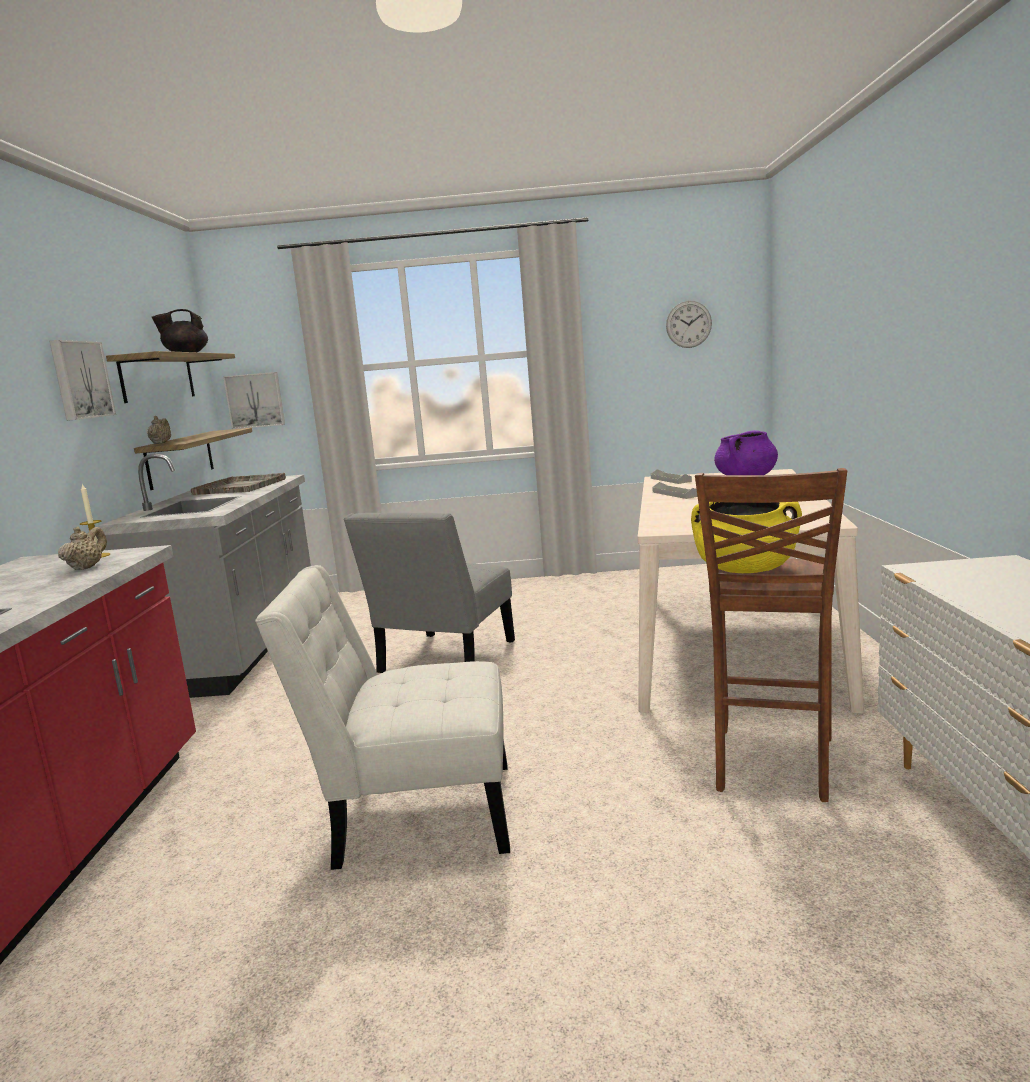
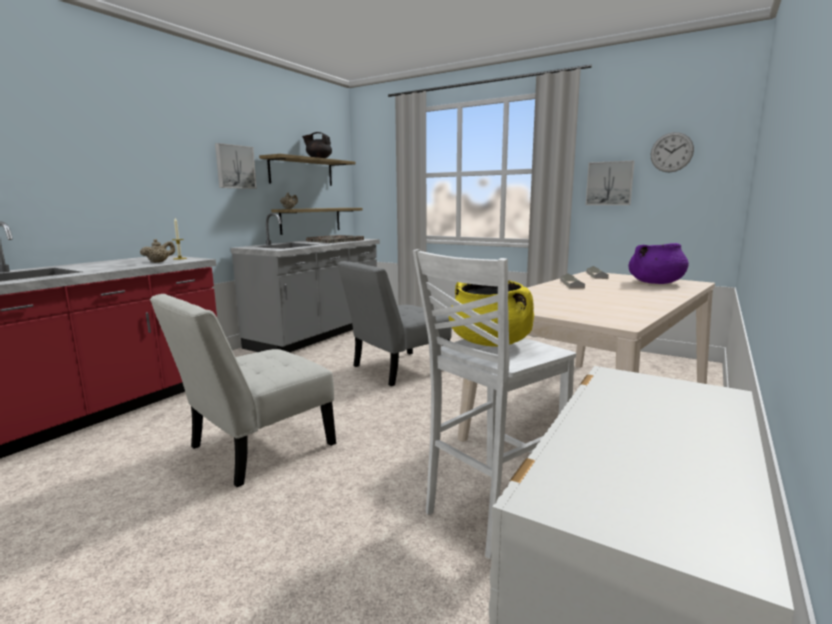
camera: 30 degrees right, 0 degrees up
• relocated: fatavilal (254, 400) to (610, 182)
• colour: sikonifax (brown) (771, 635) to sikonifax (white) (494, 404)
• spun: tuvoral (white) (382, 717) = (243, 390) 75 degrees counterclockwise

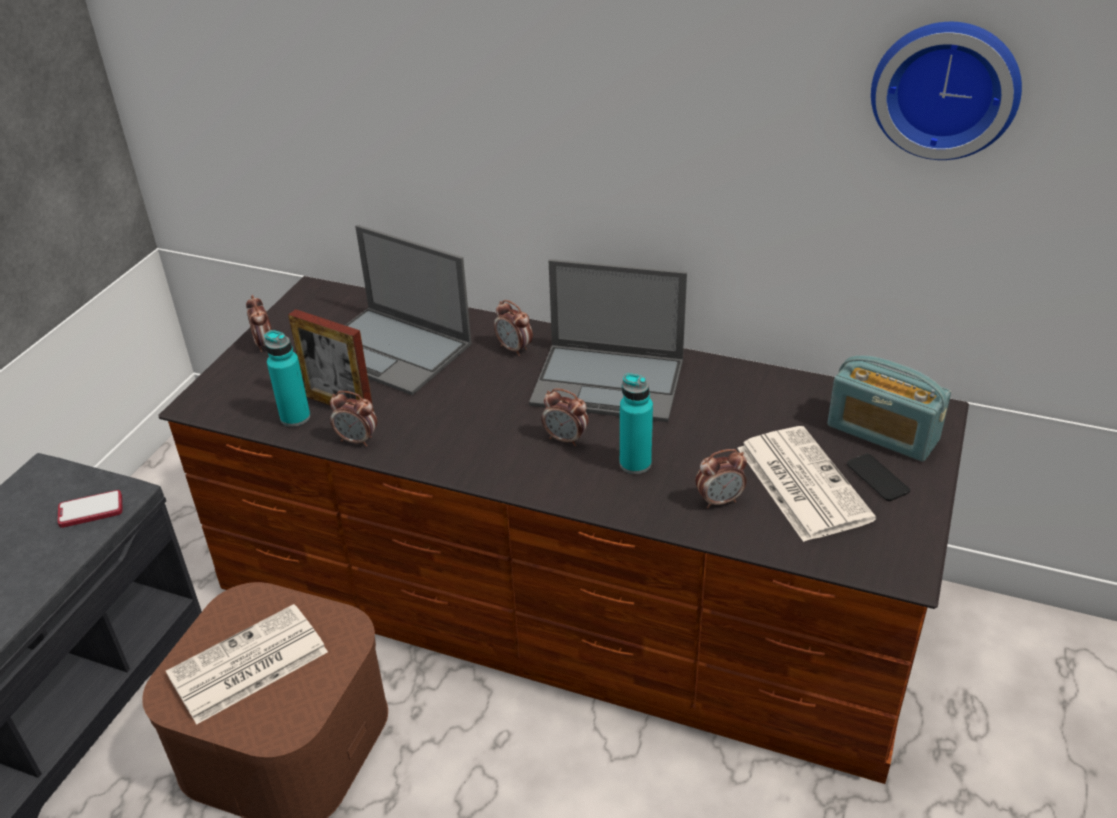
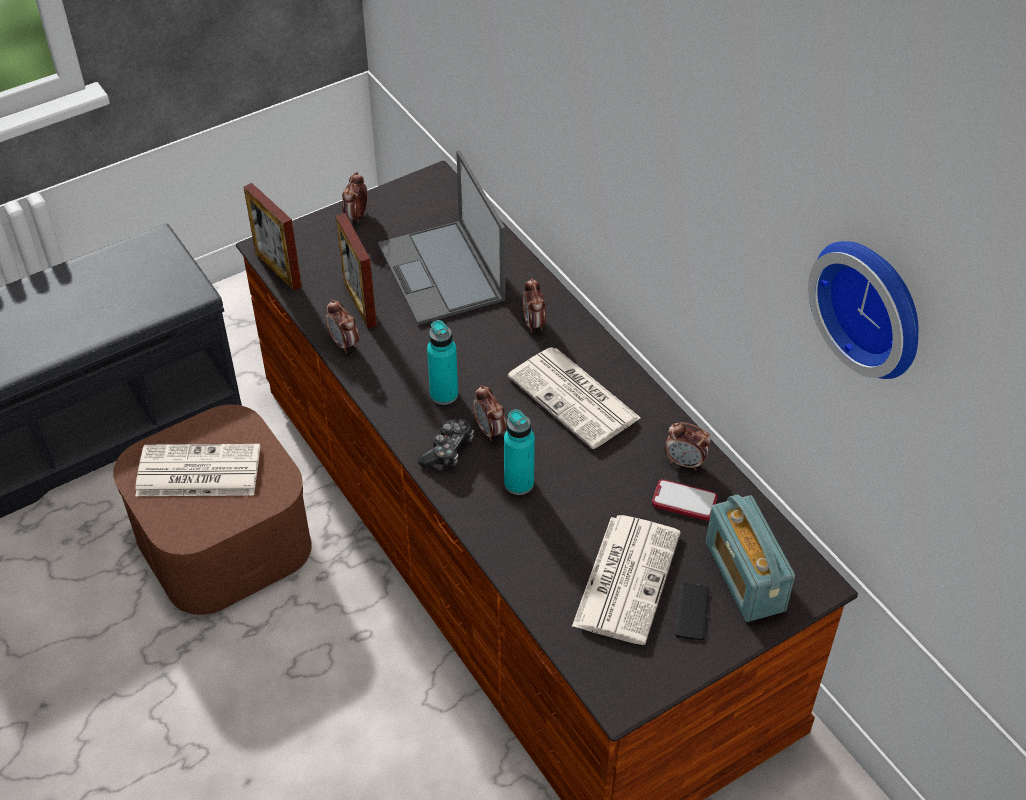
camera: 35 degrees right, 10 degrees up
• exchanged: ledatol (608, 340) to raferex (574, 398)
• relocated: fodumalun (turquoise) (287, 378) to (442, 362)
• relocated: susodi (721, 478) to (688, 446)
• relocated: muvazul (90, 509) to (684, 500)
• appeared: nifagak (273, 237)
• appeared: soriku (446, 443)

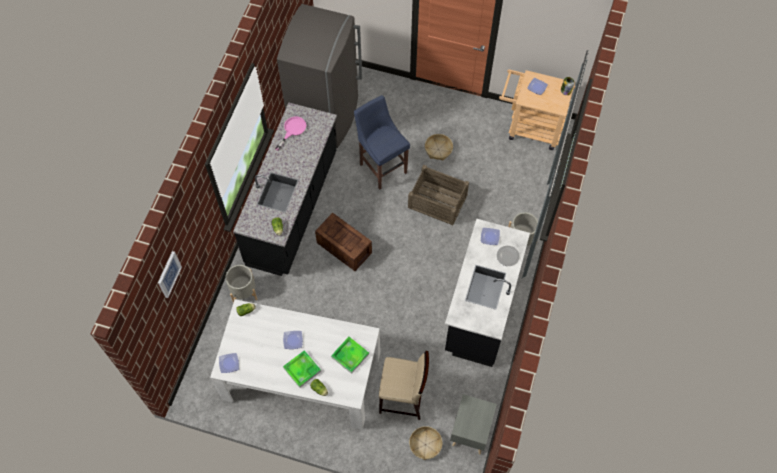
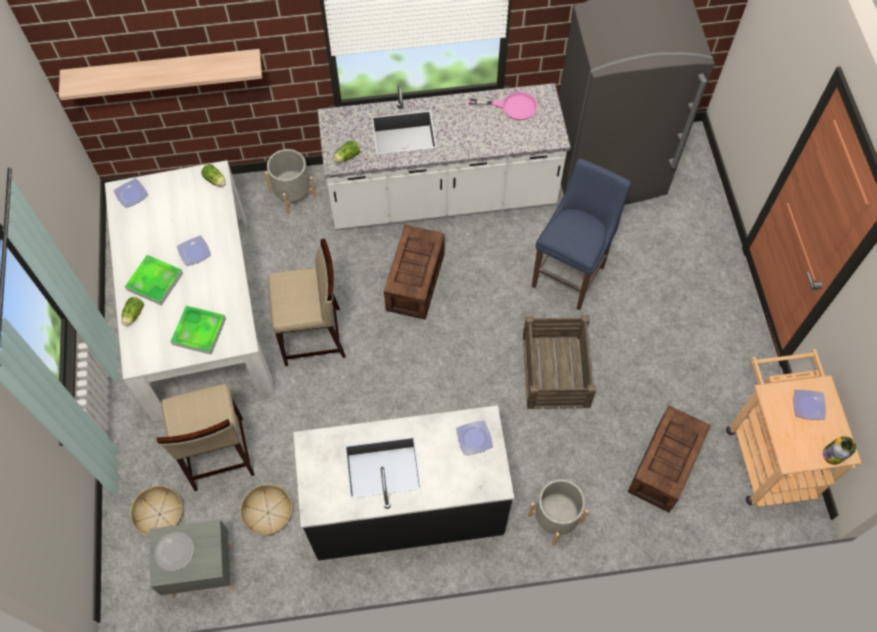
camera: 65 degrees right, 0 degrees up
• colour: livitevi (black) (285, 189) to livitevi (white) (444, 156)
• relocated: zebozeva (439, 147) to (266, 510)
• relocated: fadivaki (508, 256) to (174, 551)
• missing: fatavilal (170, 274)
• appeared: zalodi (160, 74)
• appeared: sikonifax (beige) (307, 302)
• appeared: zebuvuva (669, 459)

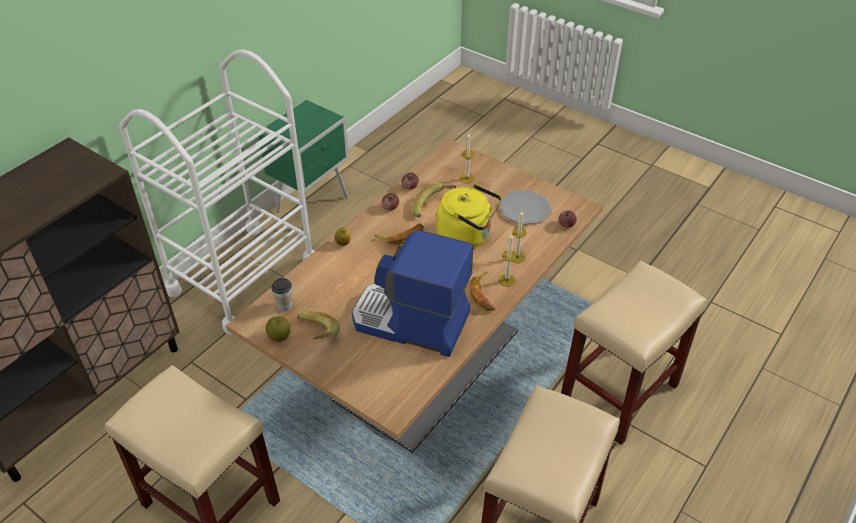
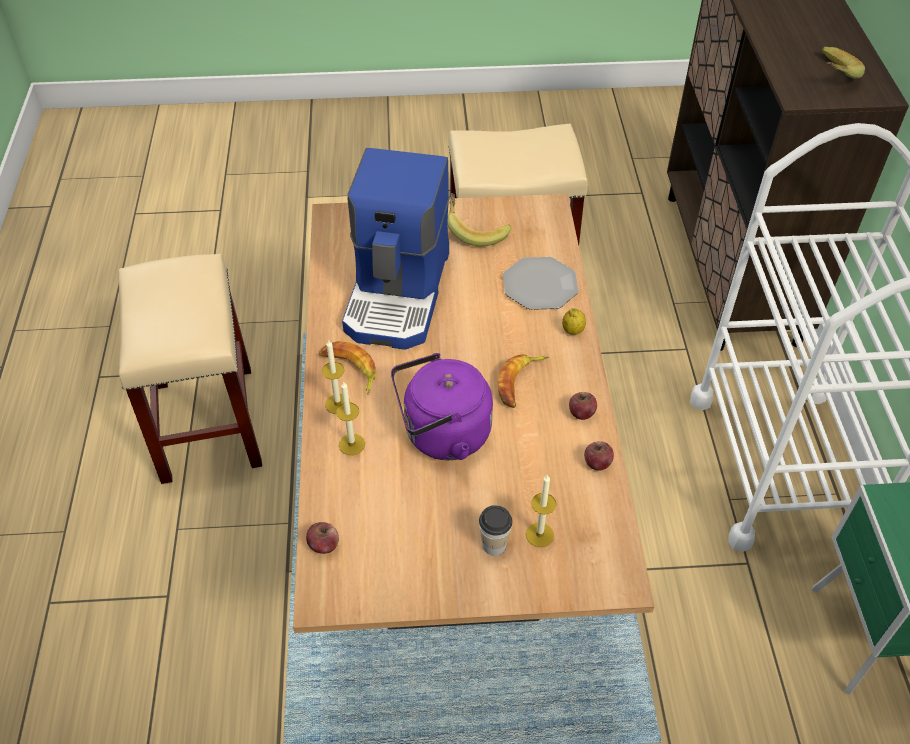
camera: 140 degrees right, 5 degrees up
• relocated: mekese (434, 200) to (843, 63)
• colour: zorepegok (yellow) (469, 216) to zorepegok (purple) (442, 406)
• relocated: fadivaki (526, 207) to (541, 283)
• spun: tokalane (412, 293) = (396, 249) 120 degrees clockwise
• missing: sikonifax (beige) (634, 353)
• relocated: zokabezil (281, 294) to (495, 530)
• missing: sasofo (277, 329)

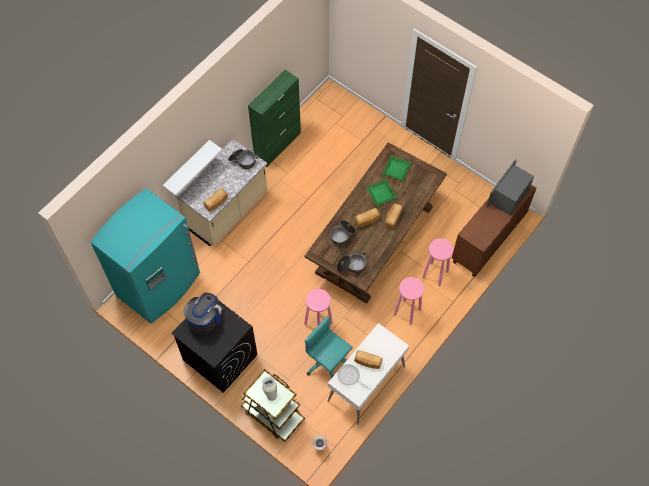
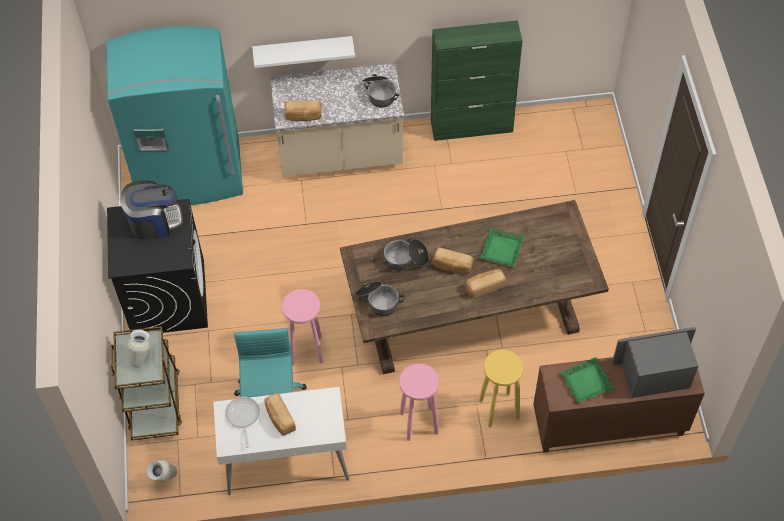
camera: 45 degrees right, 5 degrees down
• relocated: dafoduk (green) (397, 168) to (587, 380)
• colour: sikonifax (pink) (437, 262) to sikonifax (yellow) (501, 389)

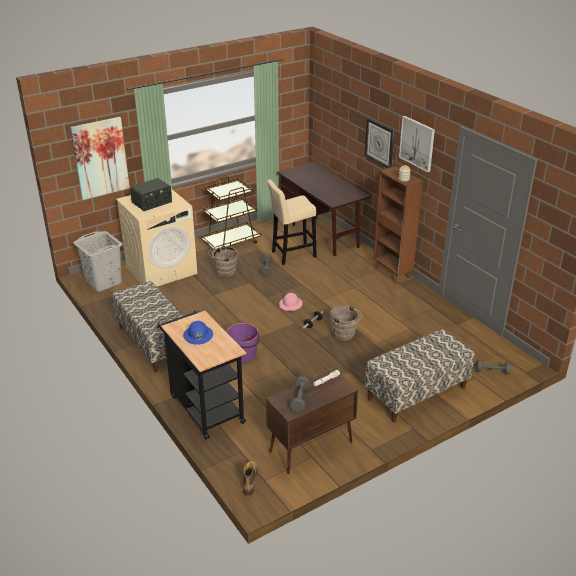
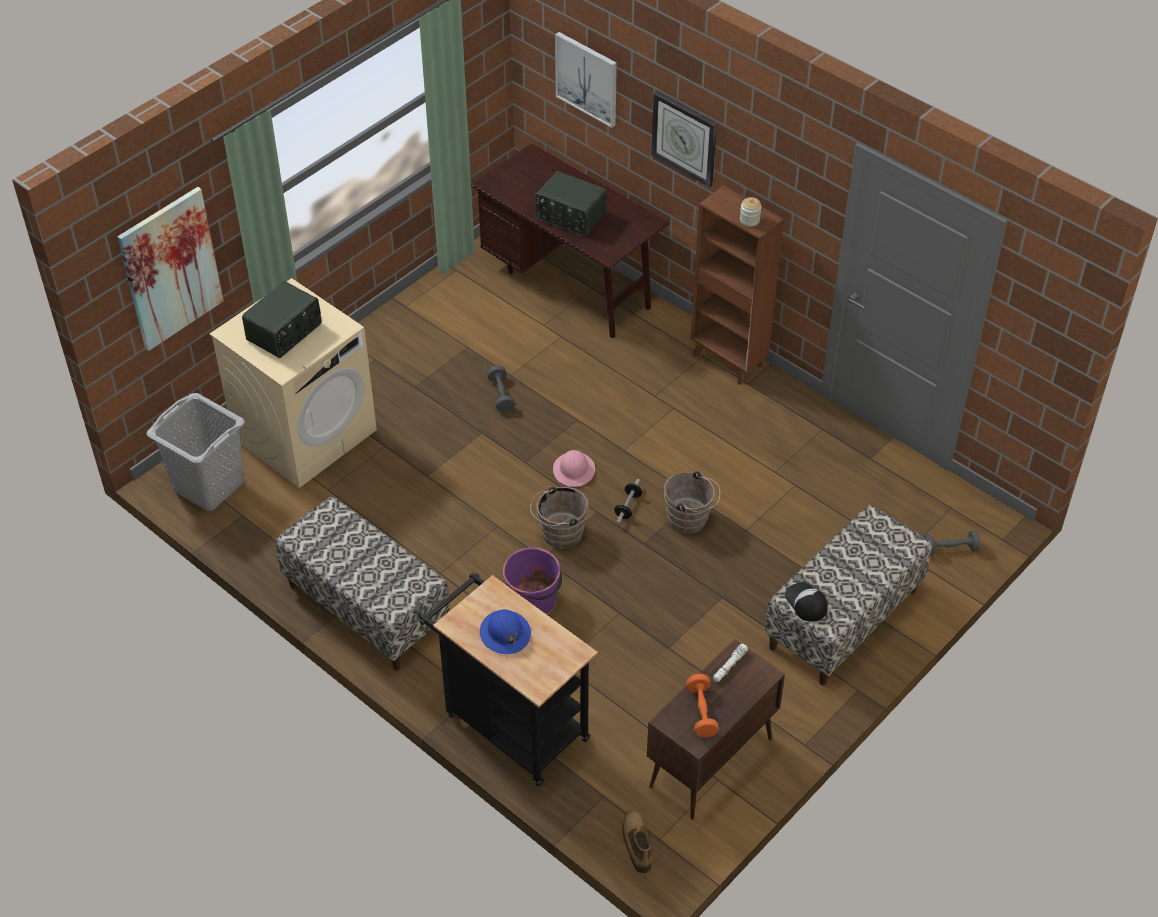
camera: 15 degrees left, 15 degrees up
• relocated: fatavilal (417, 144) to (586, 80)
• missing: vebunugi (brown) (231, 213)
• missing: sikonifax (beige) (292, 222)
• relocated: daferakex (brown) (223, 261) to (559, 518)
• colour: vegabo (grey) (300, 394) to vegabo (orange) (702, 706)
• appeared: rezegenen (571, 204)
• appeared: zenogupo (806, 602)

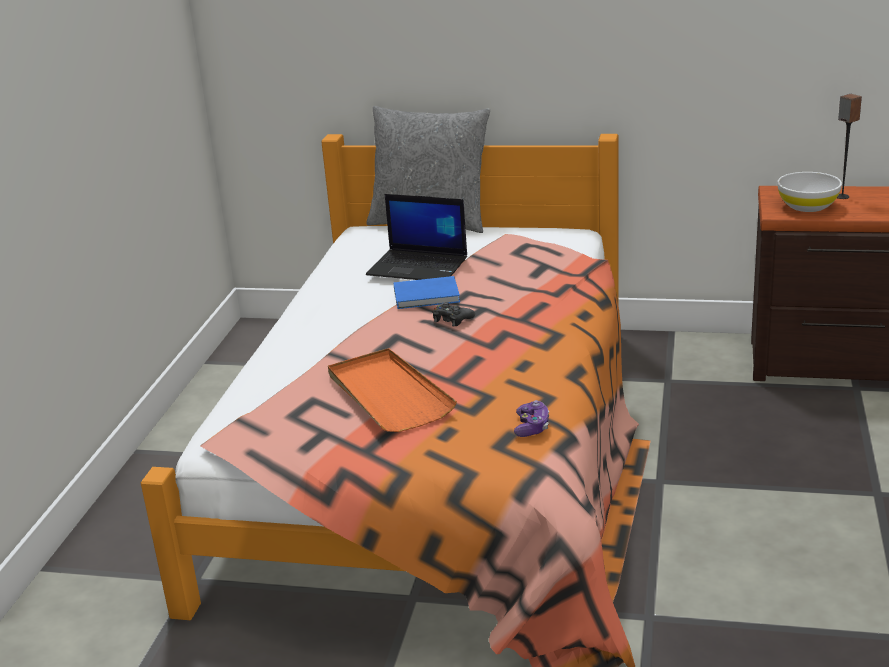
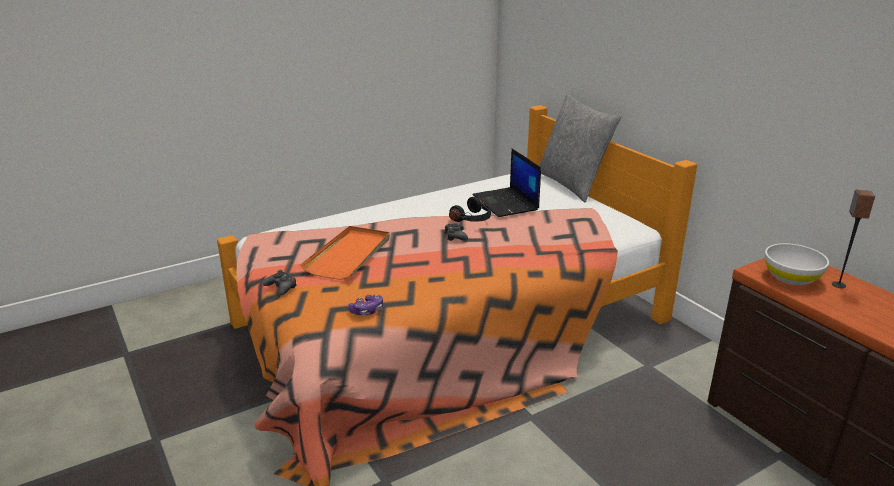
camera: 45 degrees right, 0 degrees up
• exchanged: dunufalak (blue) (427, 292) to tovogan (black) (470, 209)
• appeared: soriku (black) (279, 282)

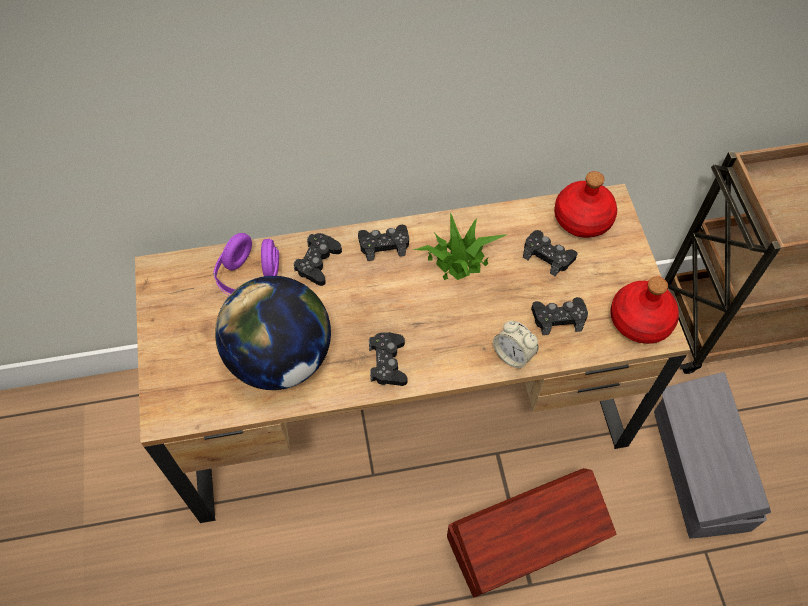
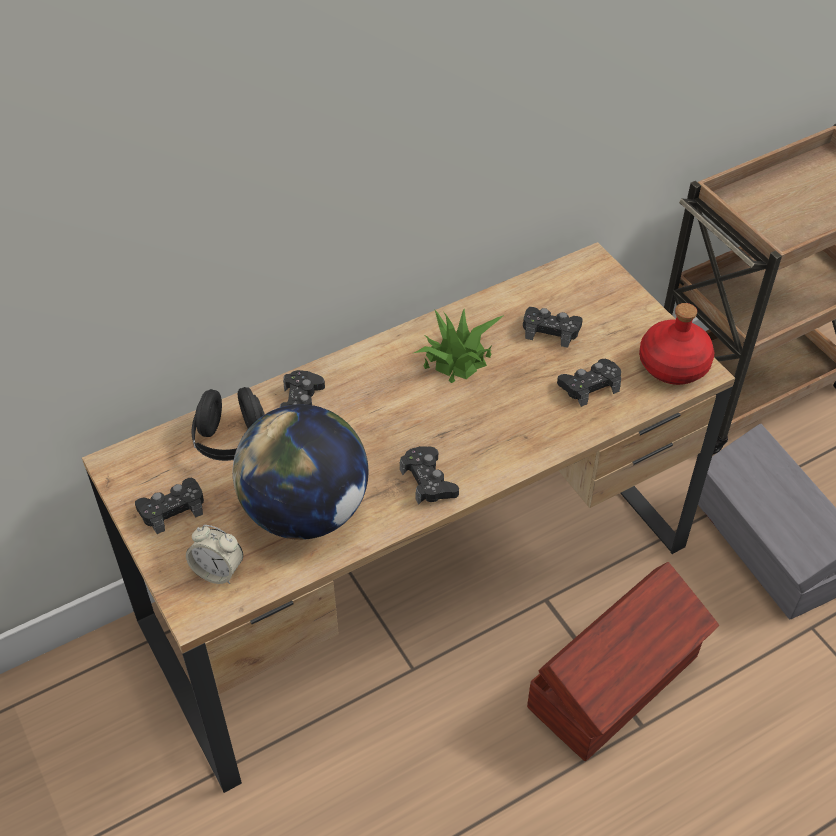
camera: 20 degrees left, 10 degrees down
• missing: fodumalun (red) (585, 204)
• relocated: soriku (black) (383, 243) to (169, 506)
• colour: tovogan (purple) (246, 264) to tovogan (black) (228, 424)
• relocated: susodi (515, 344) to (214, 554)

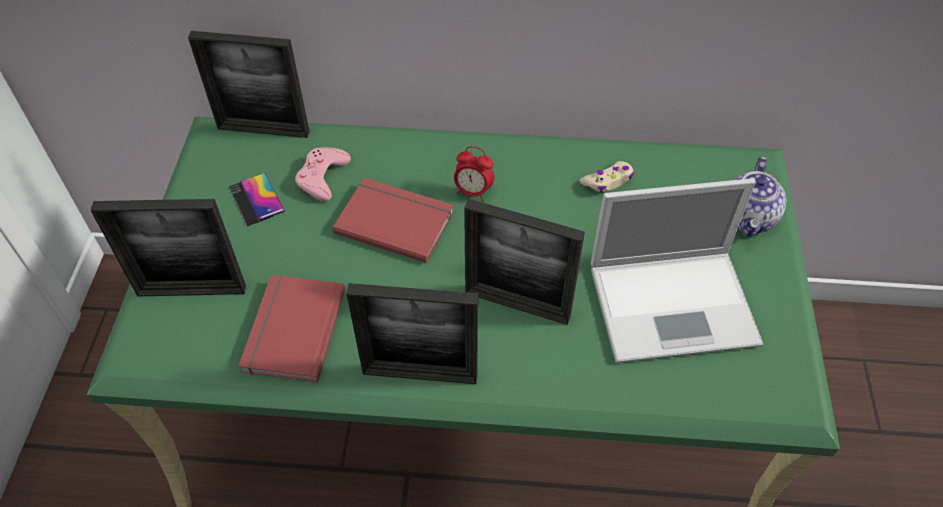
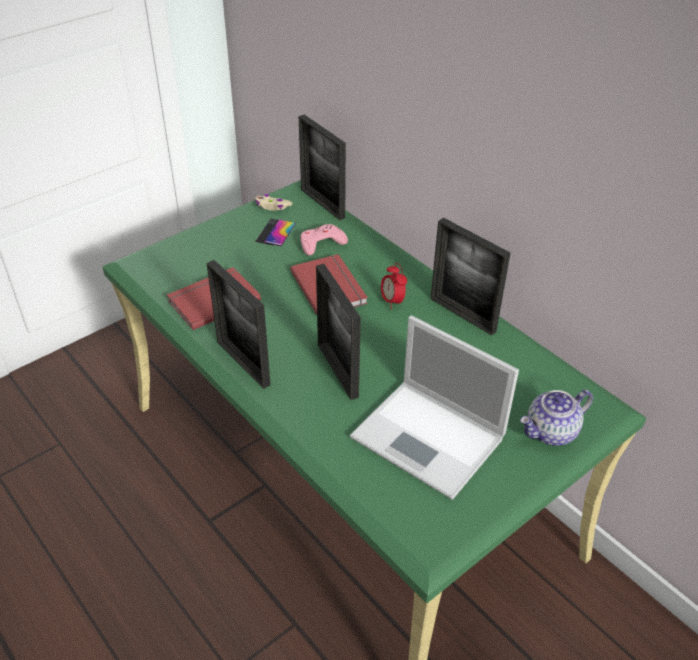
camera: 45 degrees right, 10 degrees down
• relocated: soriku (beige) (607, 176) to (273, 202)
• relocated: nifagak (168, 247) to (470, 276)

